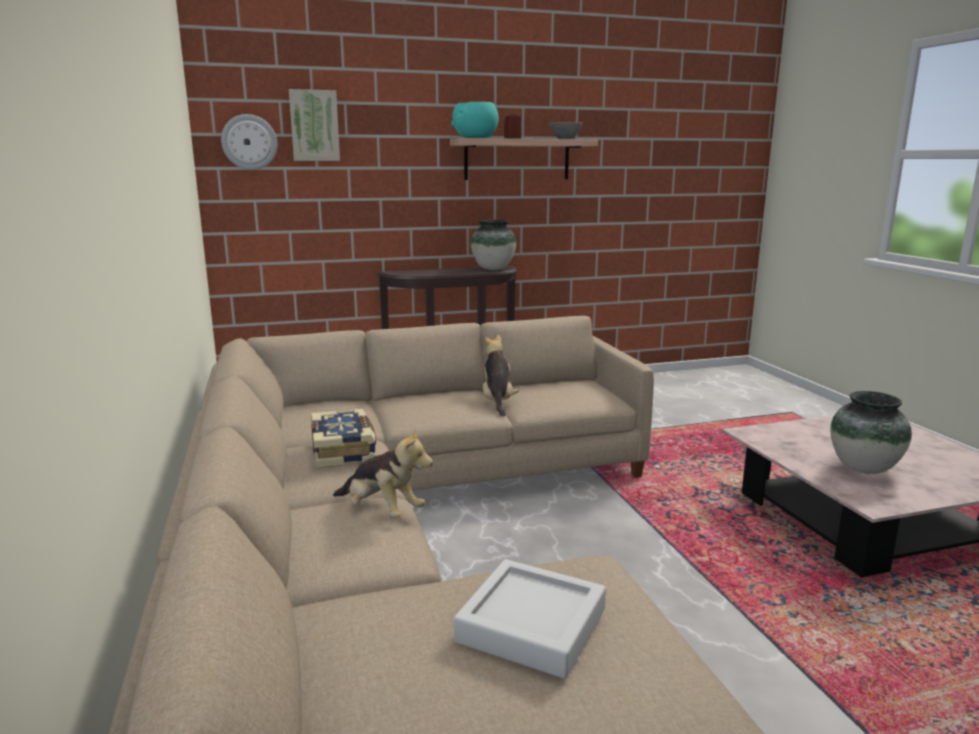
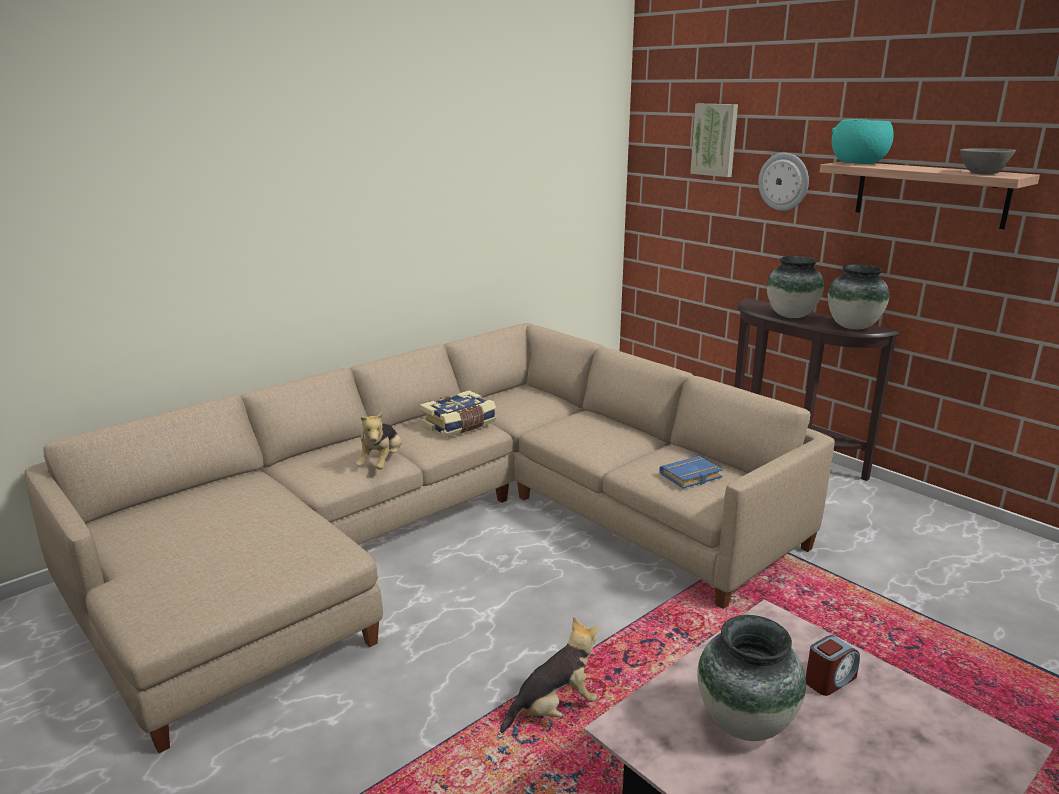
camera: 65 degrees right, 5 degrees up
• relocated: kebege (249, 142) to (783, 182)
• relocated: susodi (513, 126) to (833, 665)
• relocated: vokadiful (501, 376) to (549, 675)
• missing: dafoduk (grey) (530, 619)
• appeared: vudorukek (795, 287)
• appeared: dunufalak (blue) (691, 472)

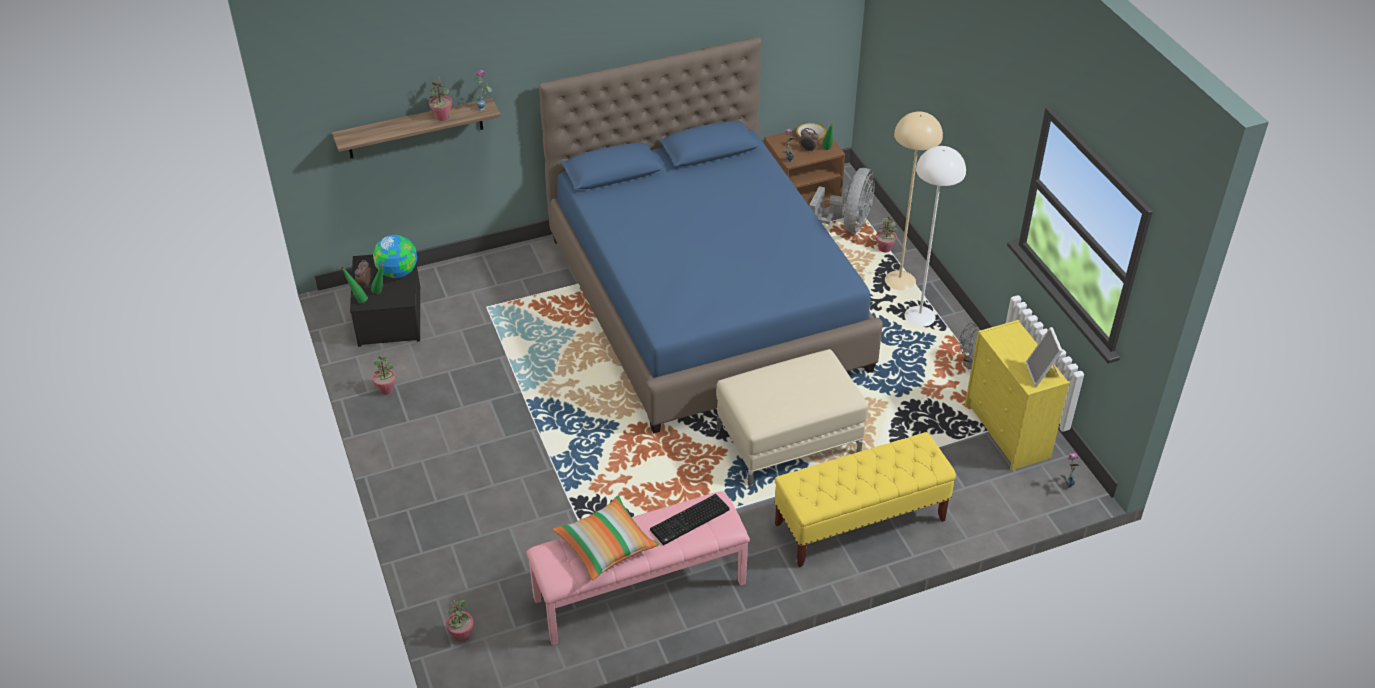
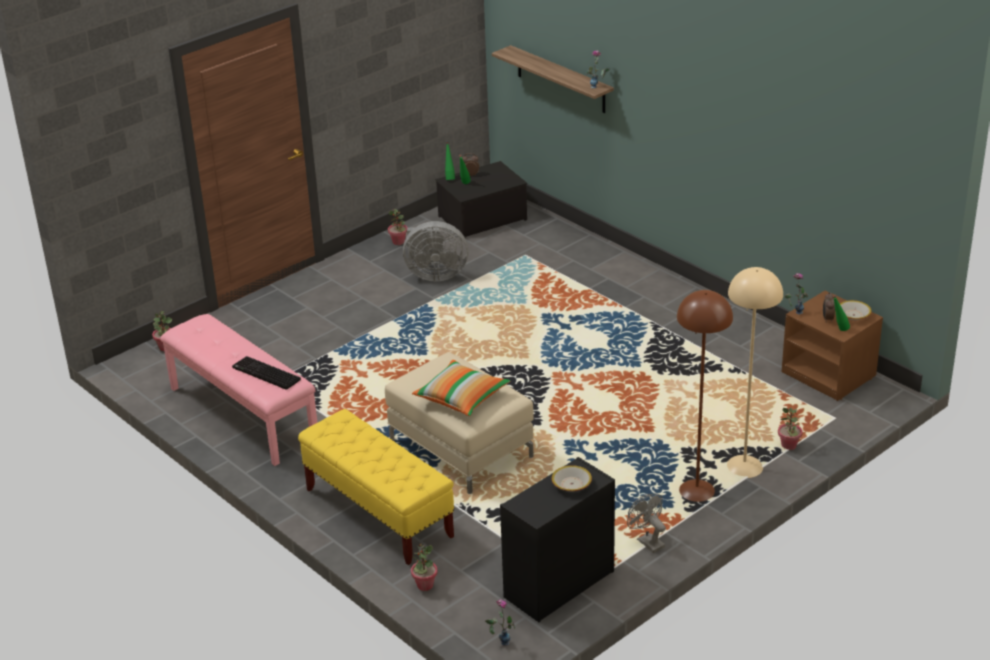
camera: 70 degrees right, 10 degrees down
• missing: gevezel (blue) (711, 235)
• relocated: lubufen (440, 98) to (424, 567)
• colour: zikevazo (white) (935, 236) to zikevazo (brown) (705, 396)
• relocated: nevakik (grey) (842, 200) to (436, 251)
• missing: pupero (395, 256)
• colour: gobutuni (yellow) (1017, 395) to gobutuni (black) (557, 539)
• missing: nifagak (1044, 357)
• relocated: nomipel (605, 538) to (461, 388)
• appeared: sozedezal (571, 478)

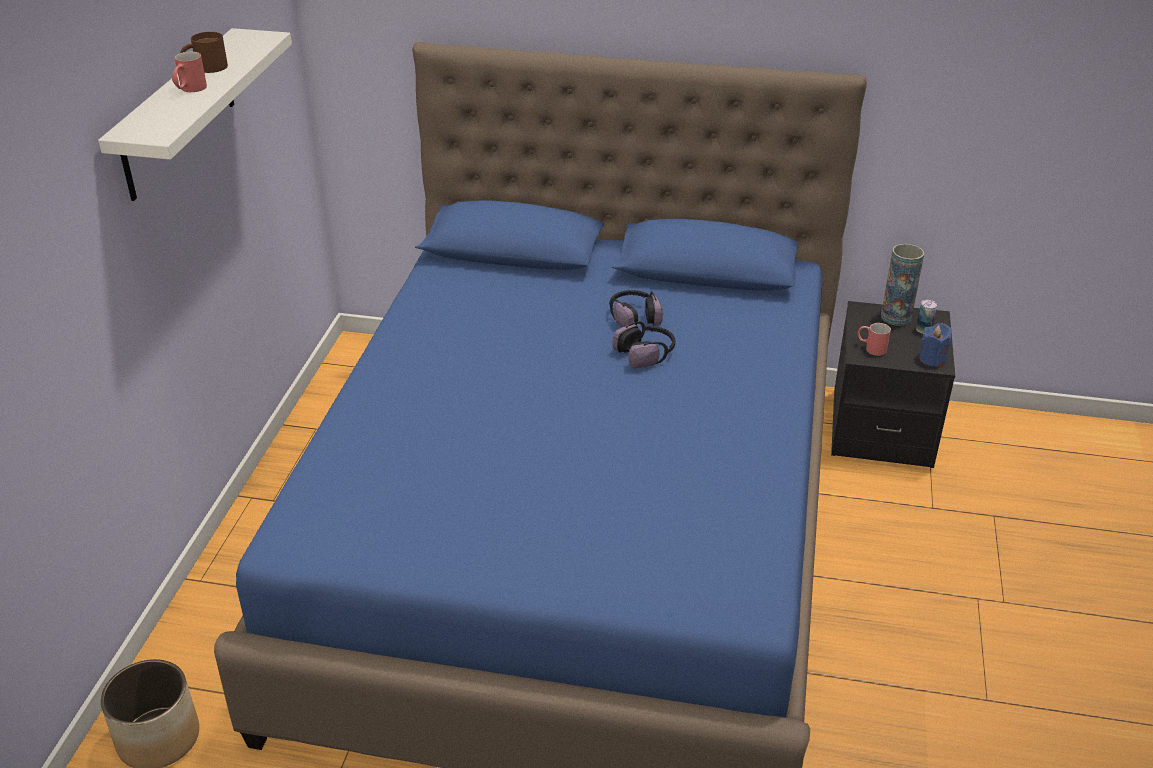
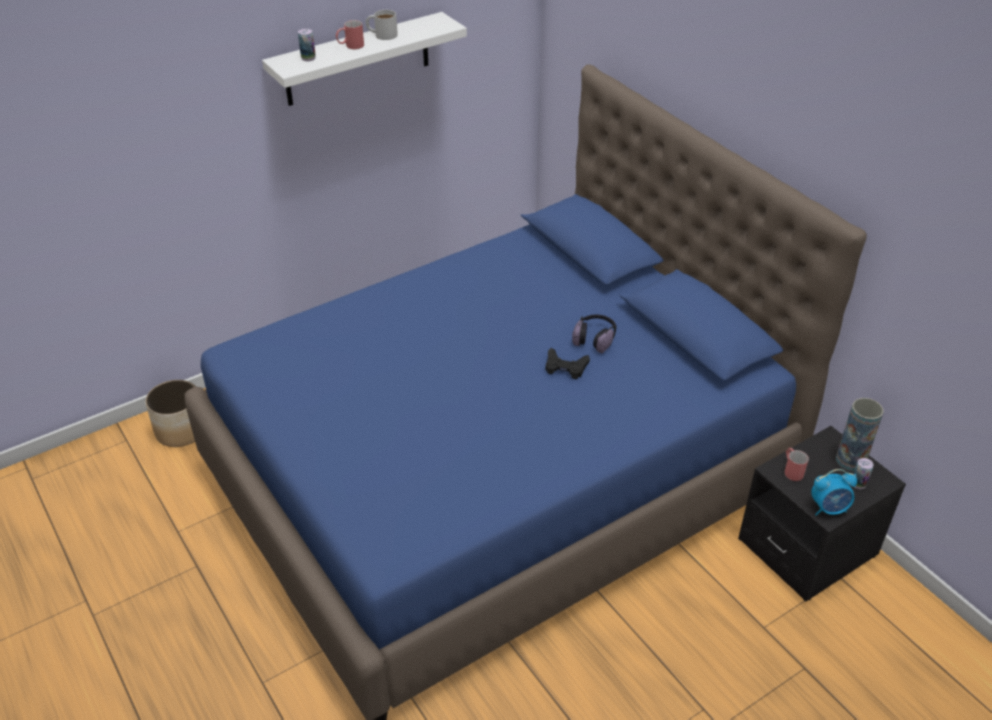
camera: 45 degrees right, 5 degrees up
• colour: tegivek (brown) (204, 52) to tegivek (white) (382, 25)
• exchanged: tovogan (644, 345) to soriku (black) (568, 363)
• exchanged: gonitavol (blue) (935, 345) to susodi (834, 492)
• appeared: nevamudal (307, 45)

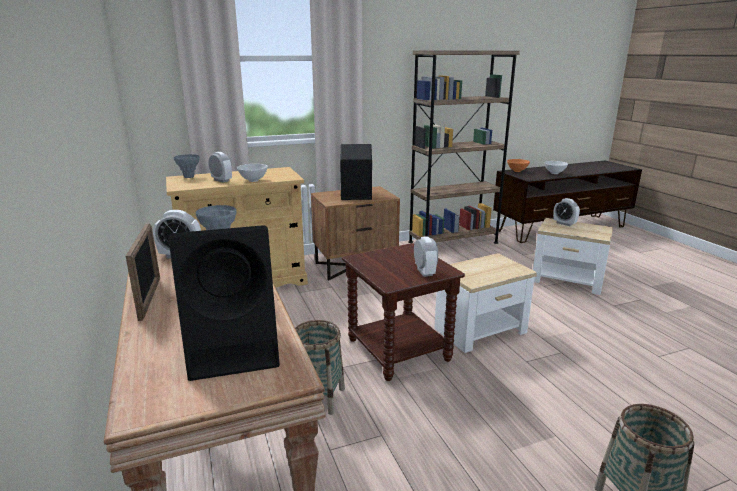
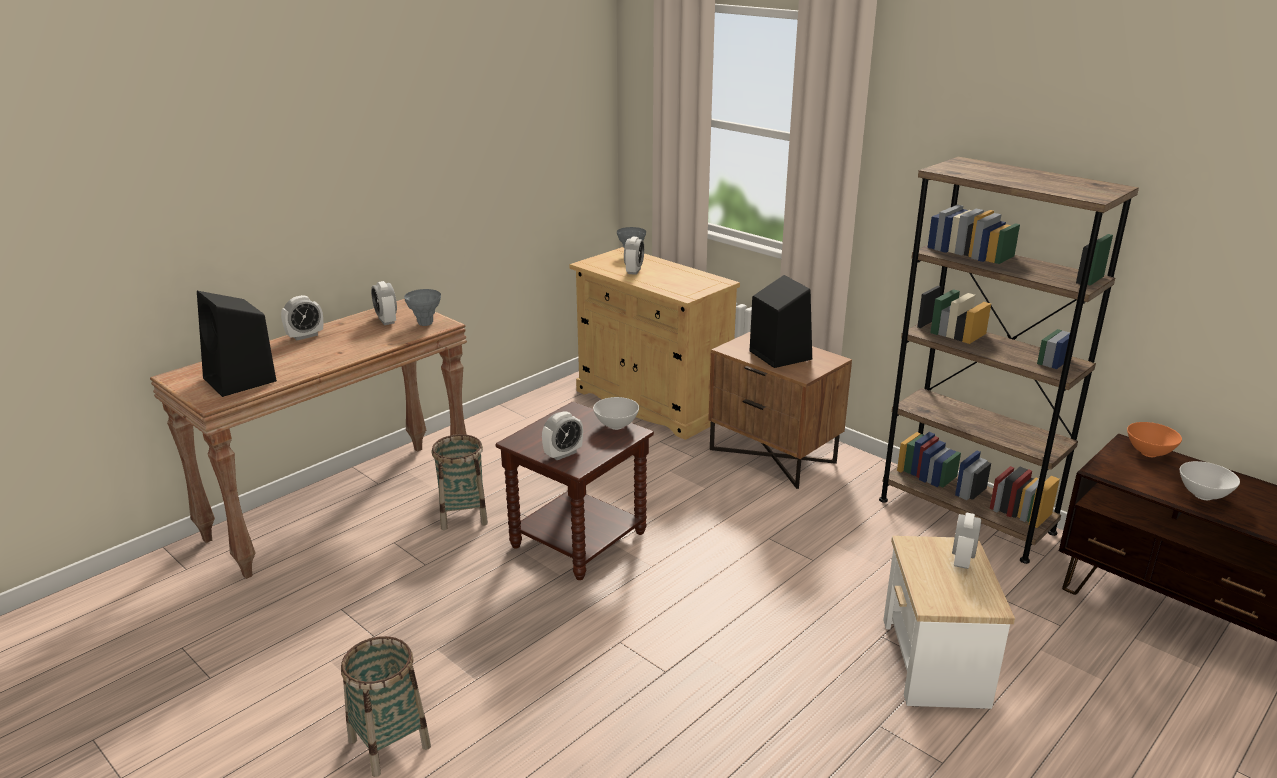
camera: 65 degrees right, 5 degrees up
• relocated: sozedezal (white) (252, 173) to (616, 413)
• exchanged: nifagak (143, 272) to susodi (302, 317)
• missing: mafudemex (485, 303)

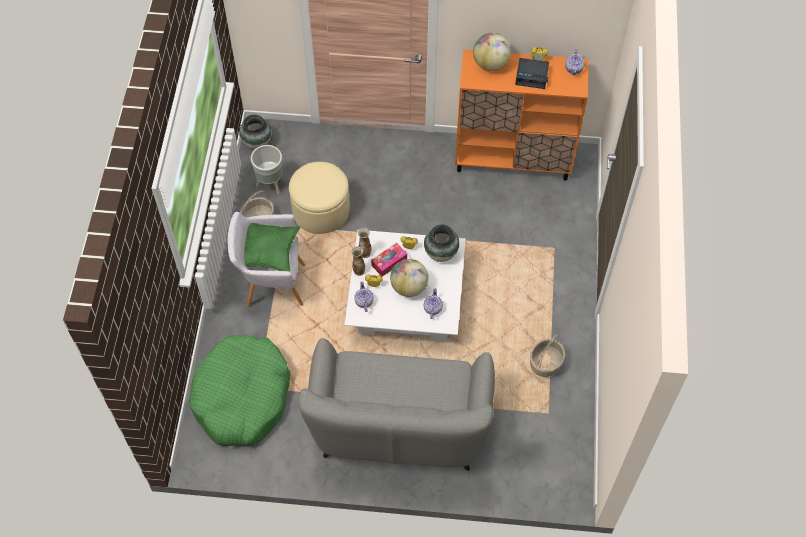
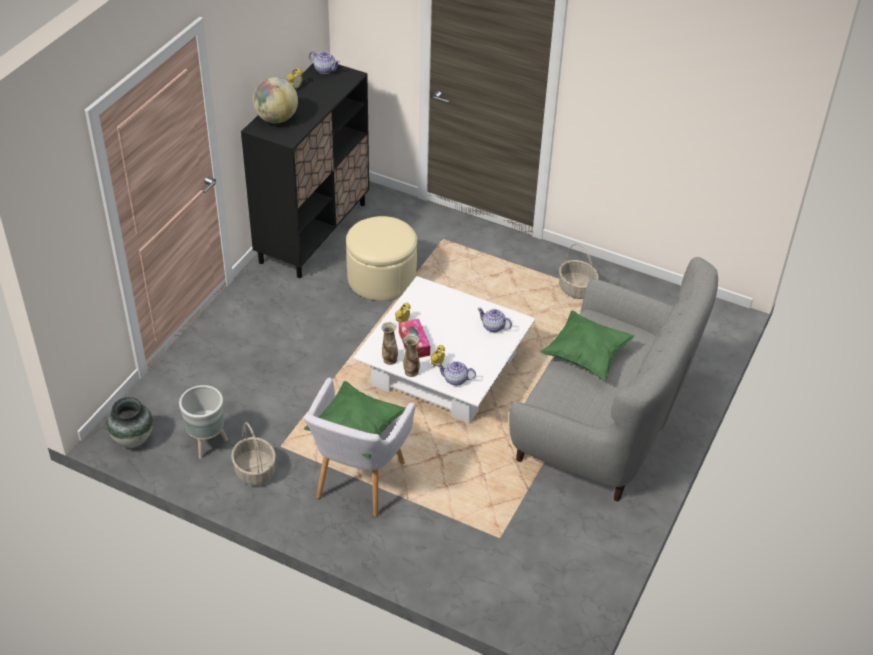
camera: 70 degrees left, 15 degrees down
• colour: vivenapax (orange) (522, 115) to vivenapax (black) (305, 170)
• missing: susodi (532, 73)
• relocated: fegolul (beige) (319, 198) to (381, 258)
• missing: vudorukek (441, 243)
• missing: pupero (409, 278)
• missing: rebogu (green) (239, 390)
• appeared: nomipel (green) (588, 345)

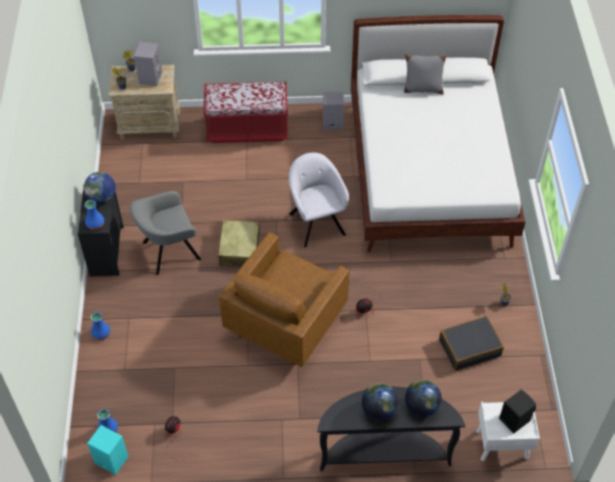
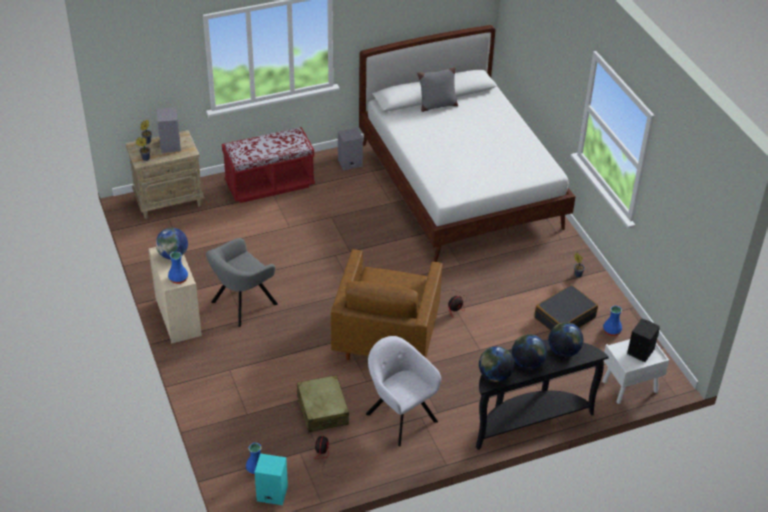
camera: 20 degrees left, 10 degrees down
• relocated: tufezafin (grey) (319, 200) to (403, 391)
• colour: gobutuni (black) (101, 231) to gobutuni (beige) (175, 295)
• relocated: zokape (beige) (239, 243) to (323, 403)
• relocated: vudorukek (blue) (100, 326) to (612, 321)
• appeared: pupero (496, 364)

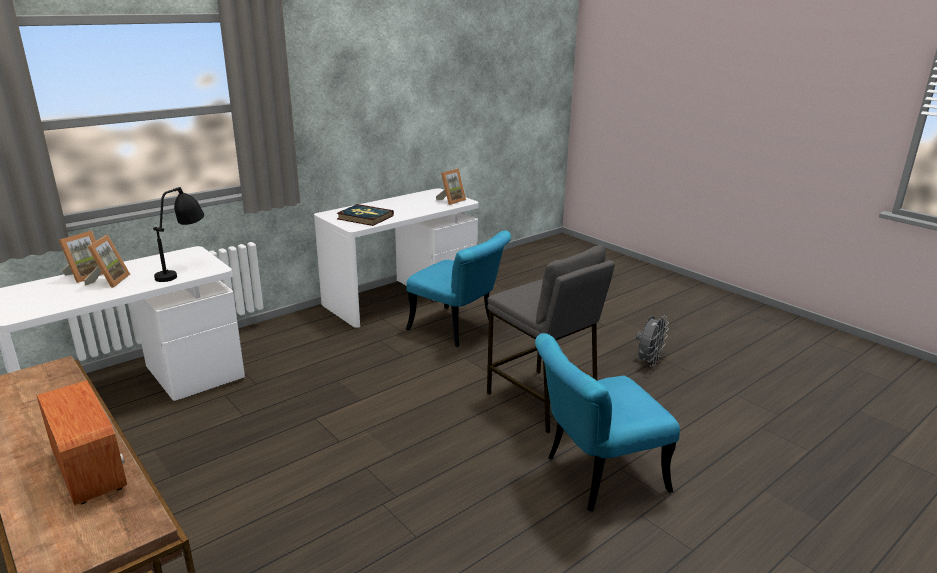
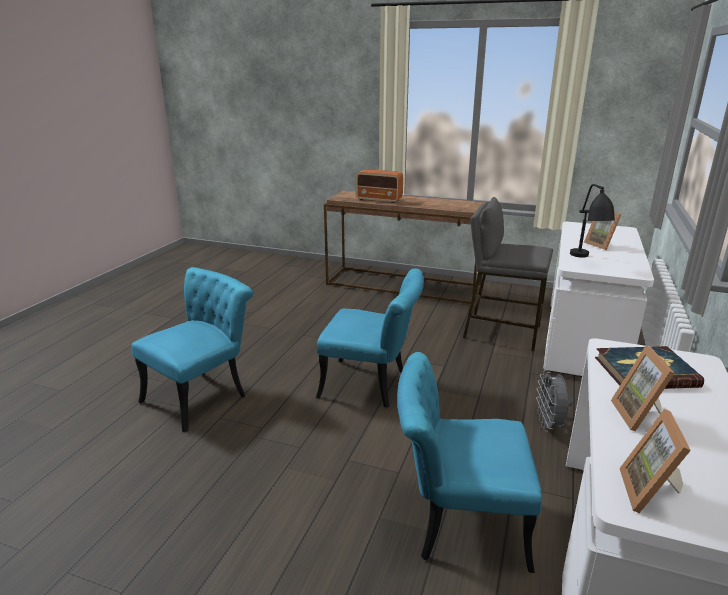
camera: 150 degrees right, 0 degrees up
• relocated: nifagak (81, 257) to (643, 388)
• relocated: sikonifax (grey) (551, 339) to (508, 274)
• relocated: nevakik (grey) (652, 341) to (554, 401)
• appeared: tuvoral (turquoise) (370, 338)

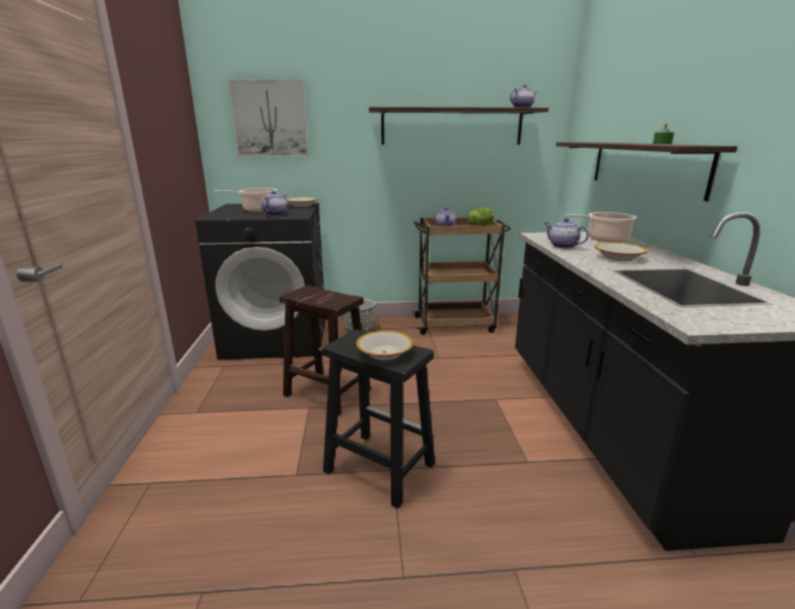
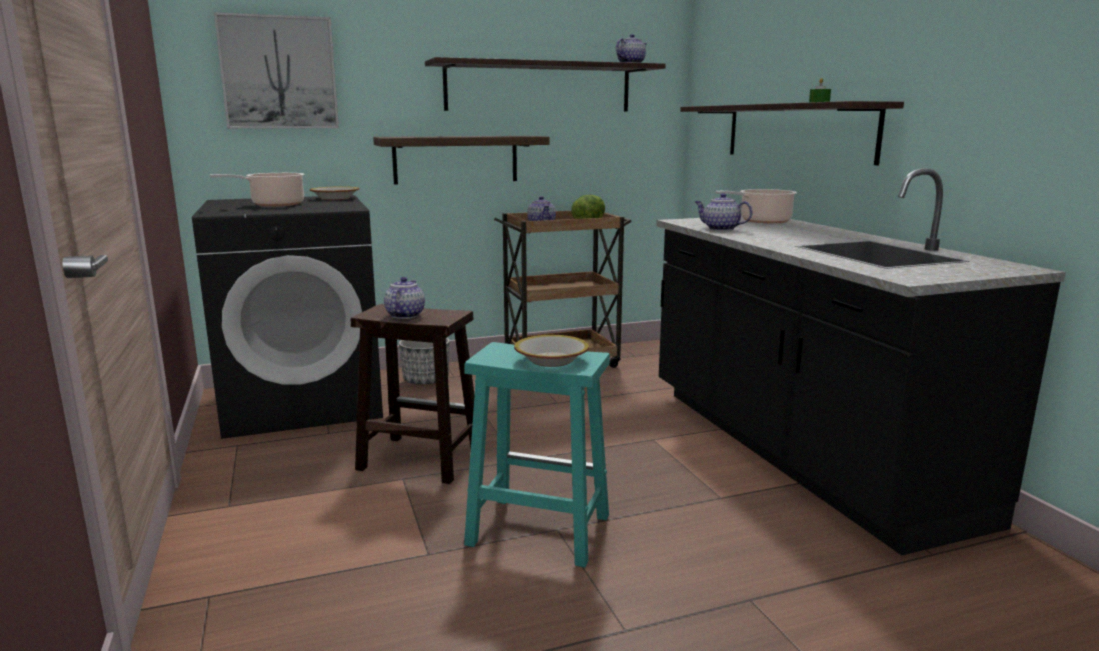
camera: 15 degrees left, 5 degrees down
• relocated: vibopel (274, 203) to (404, 298)
• missing: sozedezal (621, 252)
• colour: sikonifax (black) (378, 419) to sikonifax (turquoise) (537, 454)
• appeared: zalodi (461, 160)

